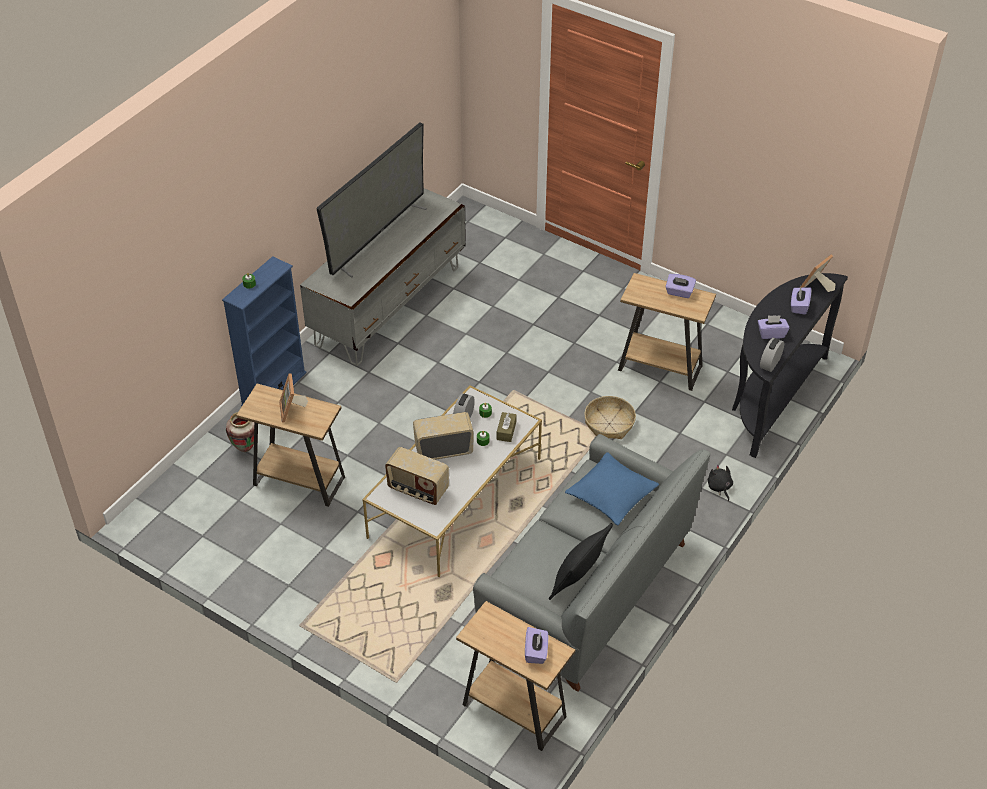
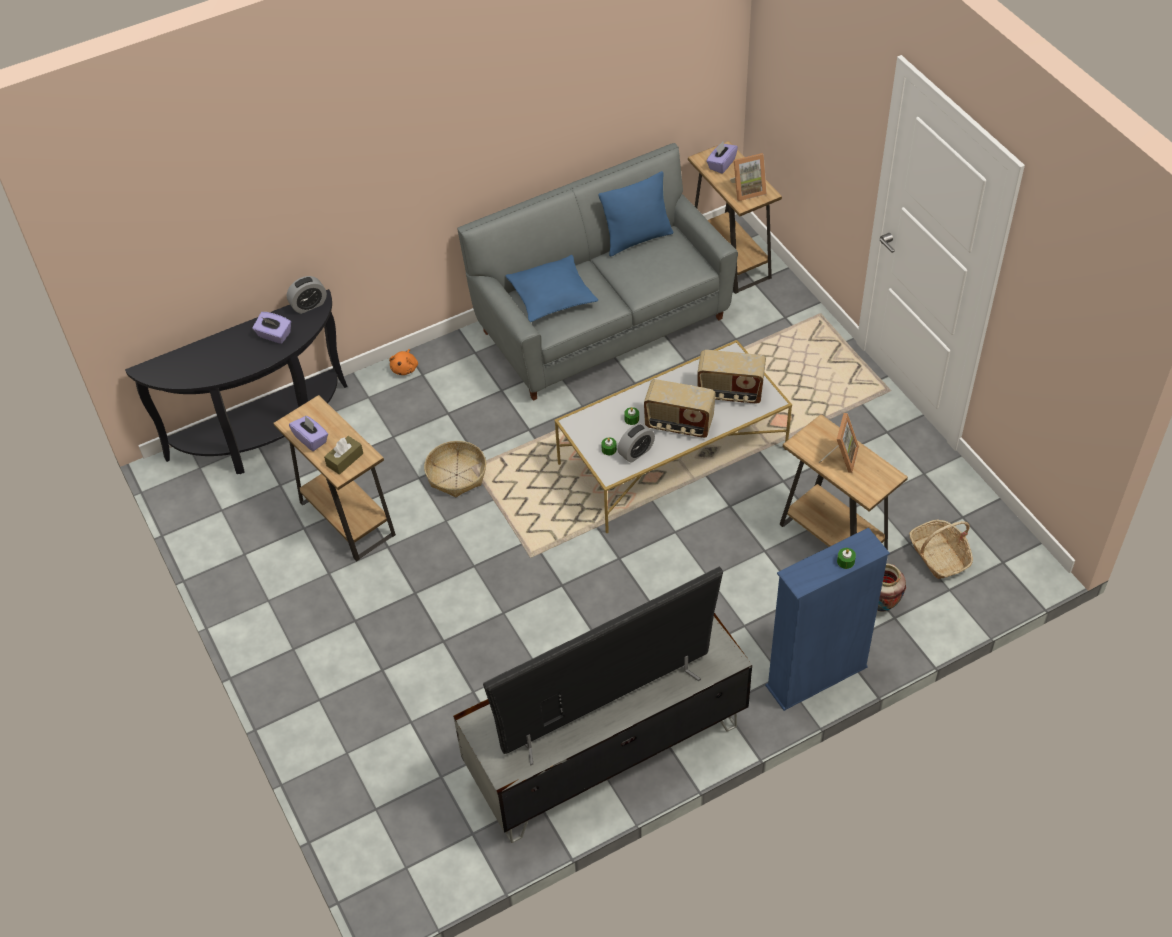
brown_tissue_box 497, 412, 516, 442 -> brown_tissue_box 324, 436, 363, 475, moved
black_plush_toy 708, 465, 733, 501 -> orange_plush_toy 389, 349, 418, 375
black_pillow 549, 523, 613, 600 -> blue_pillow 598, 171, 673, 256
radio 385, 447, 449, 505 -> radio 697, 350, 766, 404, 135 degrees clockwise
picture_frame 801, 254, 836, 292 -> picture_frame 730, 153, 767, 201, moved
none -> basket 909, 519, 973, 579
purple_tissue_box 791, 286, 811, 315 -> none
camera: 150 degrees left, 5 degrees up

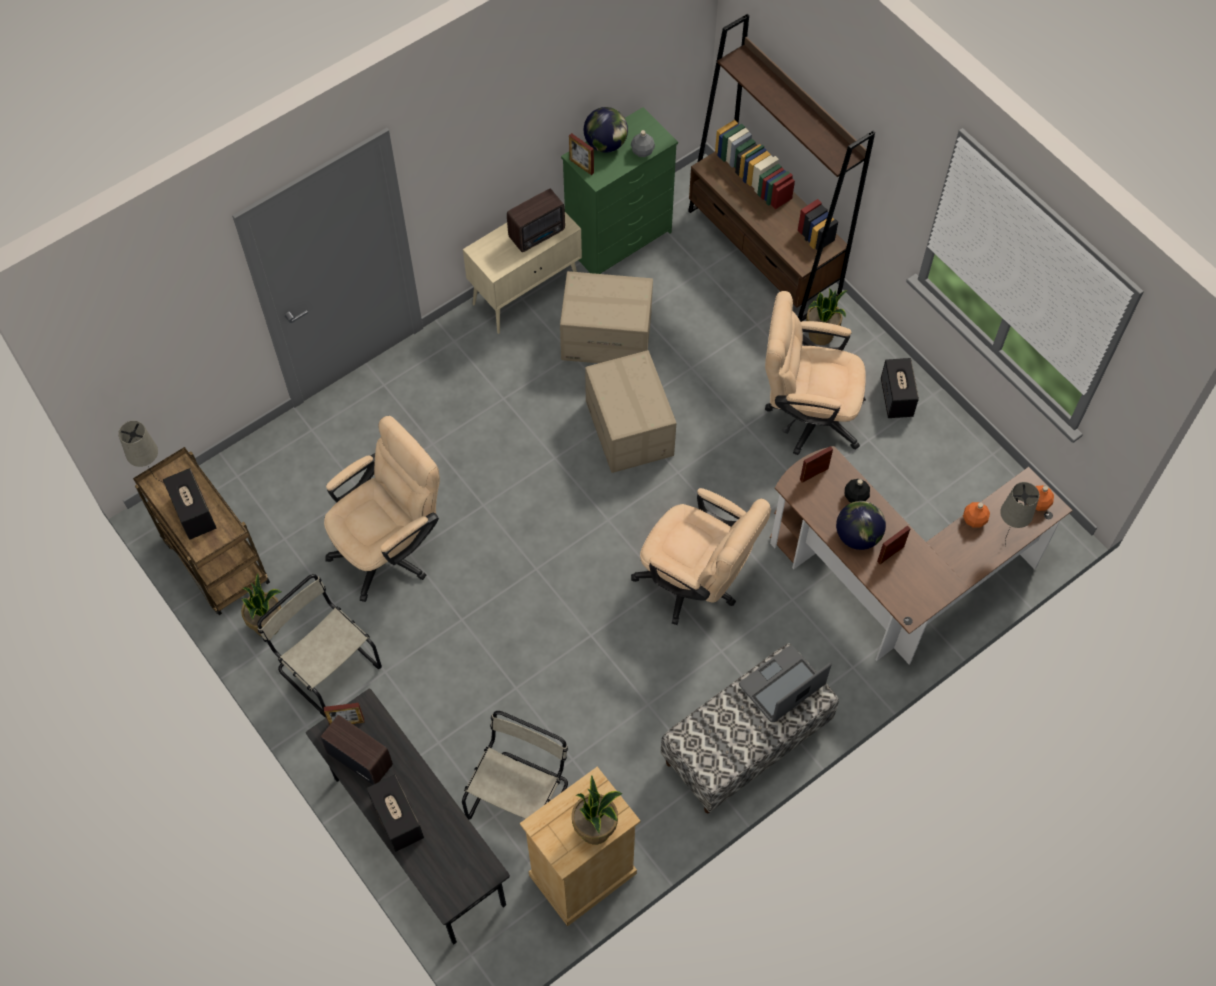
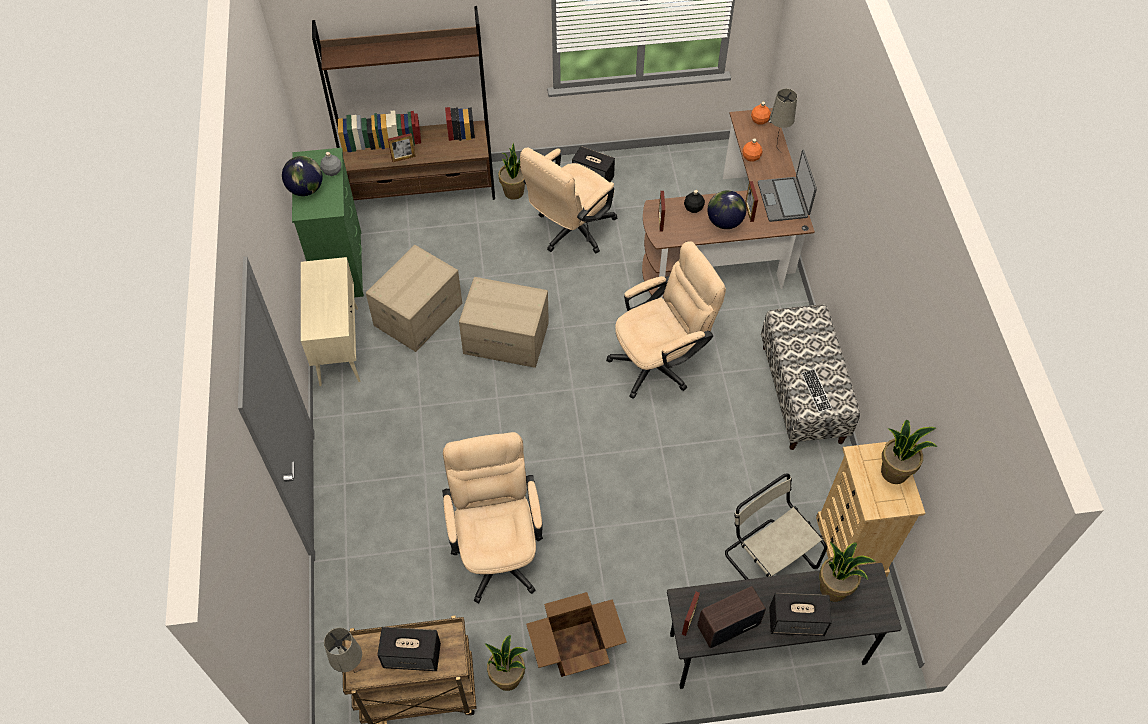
picture_frame 569, 133, 594, 175 -> picture_frame 388, 133, 416, 162, moved
beige_chair 257, 574, 382, 718 -> cardboard_box 526, 592, 627, 677
laptop 739, 645, 832, 722 -> laptop 758, 149, 817, 222, moved
none -> keyboard 801, 369, 832, 413
none -> potted_plant 819, 542, 876, 602
radio 507, 189, 565, 252 -> none
camera: 60 degrees left, 5 degrees down

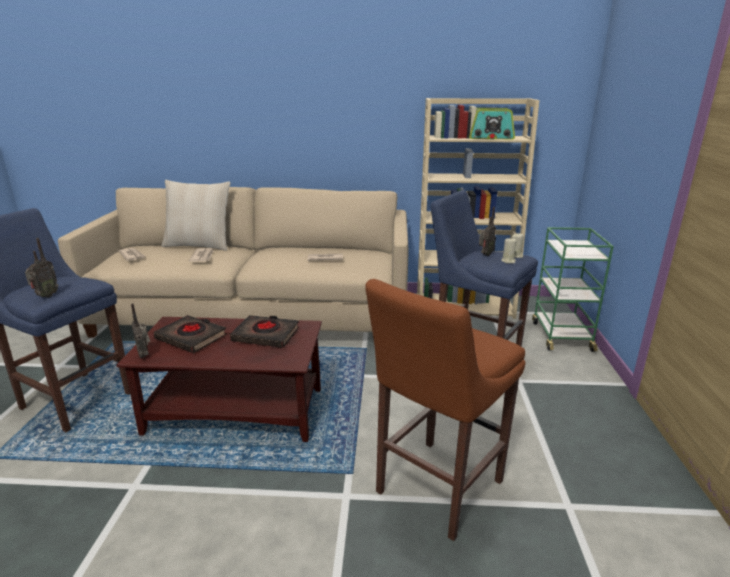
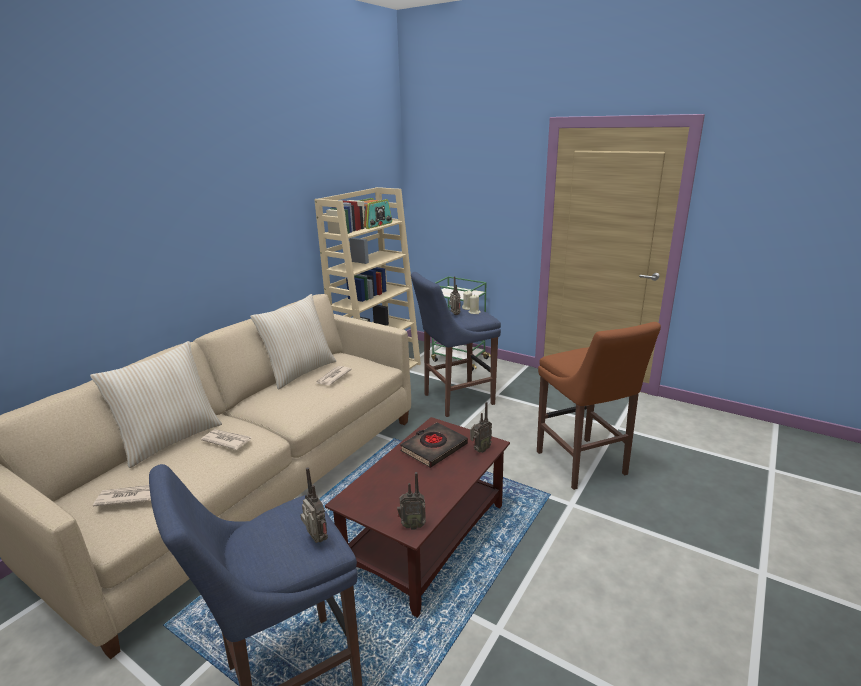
none -> beige_pillow 250, 294, 336, 390
none -> radio 470, 402, 492, 453
black_book 154, 315, 227, 353 -> none
camera: 60 degrees left, 0 degrees up

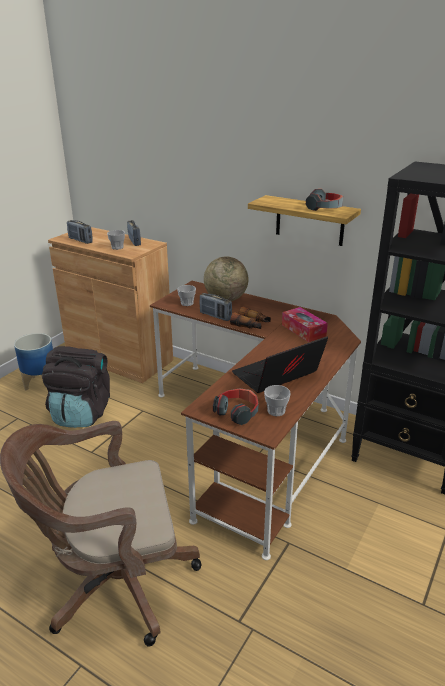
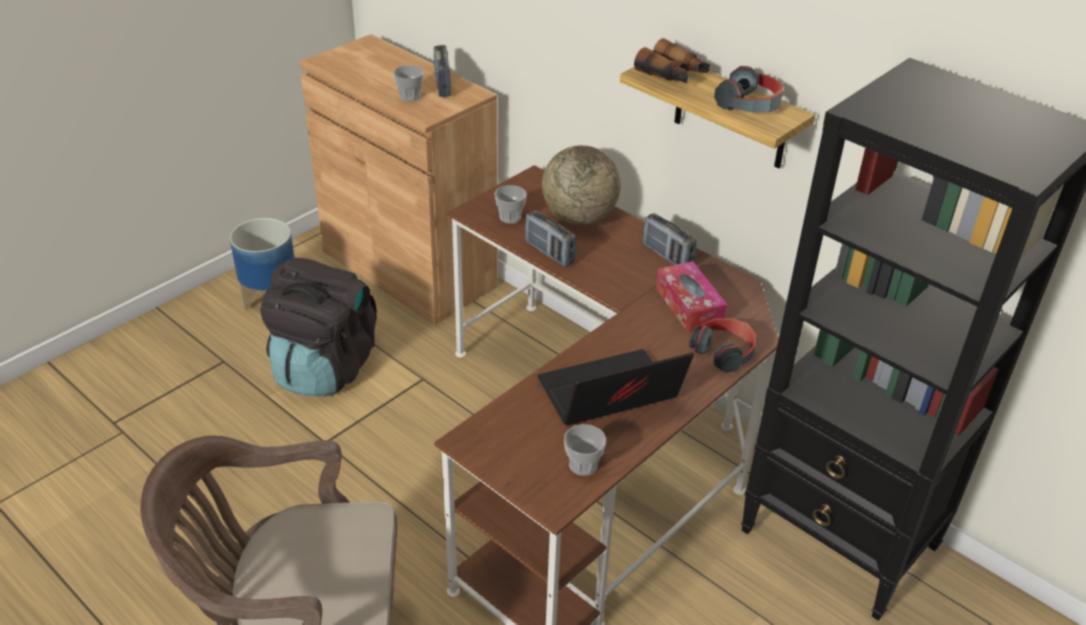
binoculars 230, 306, 271, 329 -> binoculars 634, 38, 710, 83, moved
radio 67, 220, 93, 244 -> radio 643, 213, 697, 265, moved
headphones 213, 388, 258, 425 -> headphones 689, 318, 756, 373, moved
camera: 10 degrees right, 10 degrees up

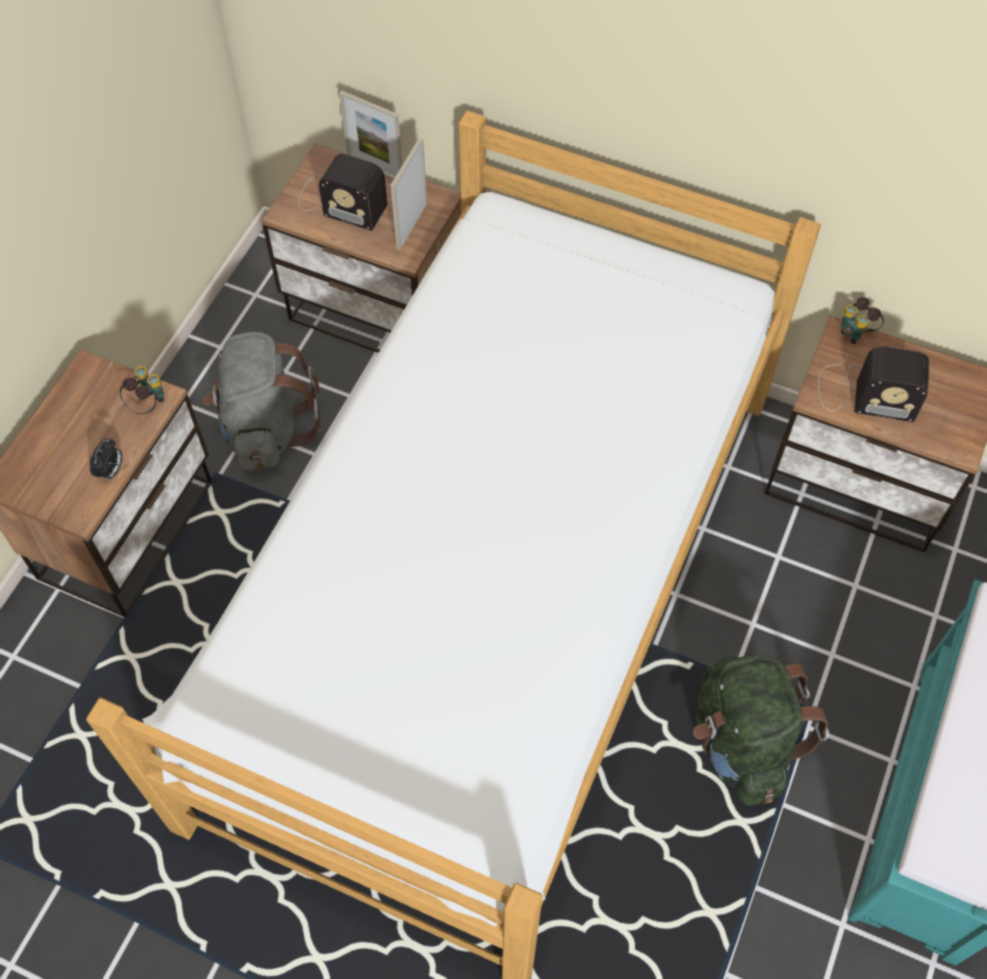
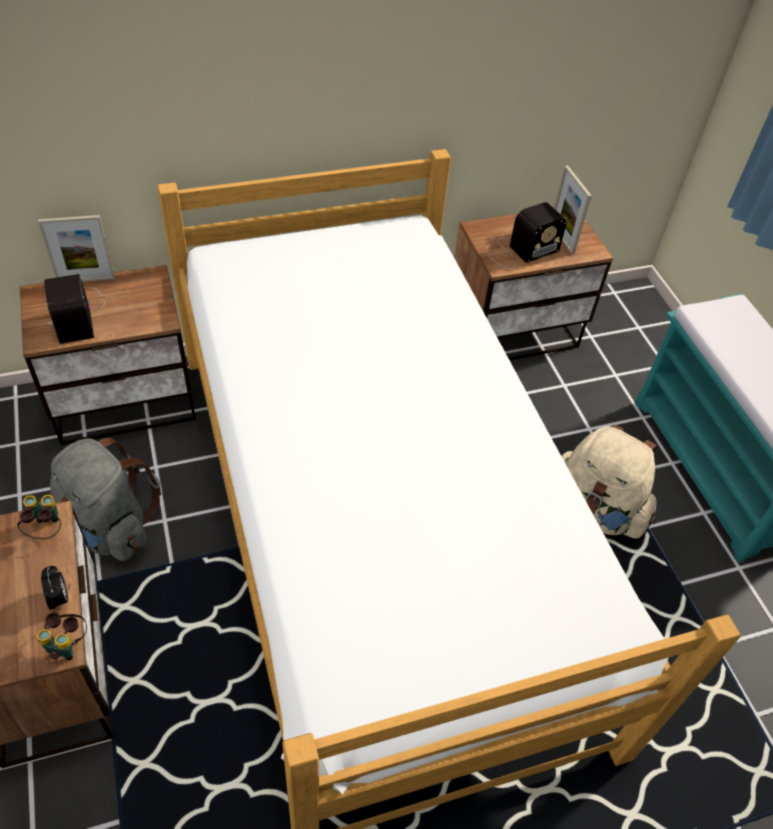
binoculars 841, 297, 884, 344 -> binoculars 36, 612, 87, 660, moved
radio 299, 154, 387, 231 -> radio 44, 274, 114, 344, 90 degrees clockwise
picture_frame 390, 138, 427, 250 -> picture_frame 554, 165, 592, 255, moved
green_backpack 693, 655, 829, 806 -> beige_backpack 562, 424, 657, 539
camera: 45 degrees left, 10 degrees down

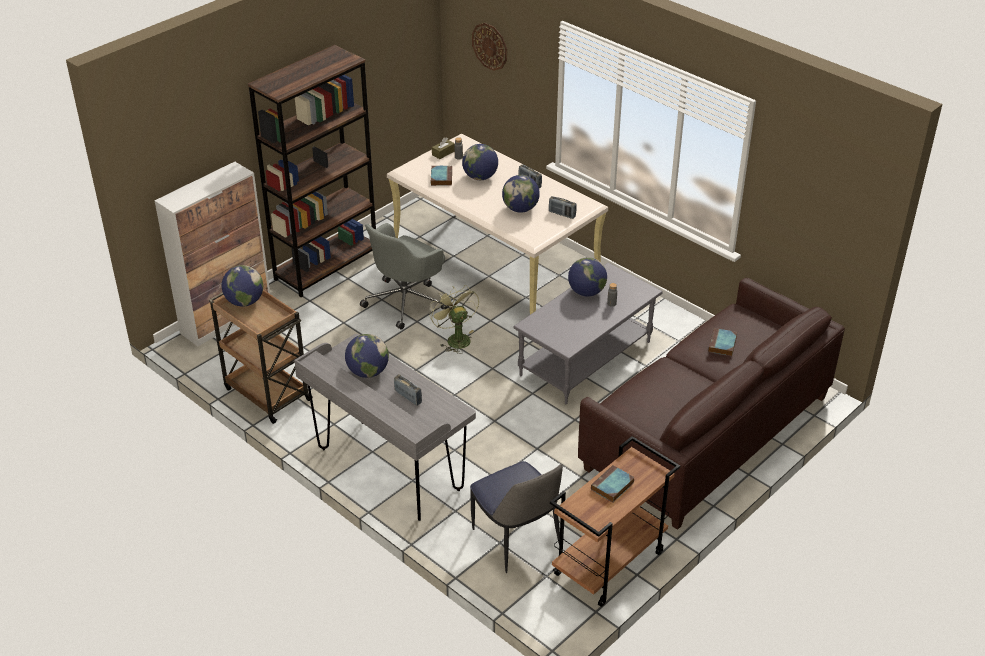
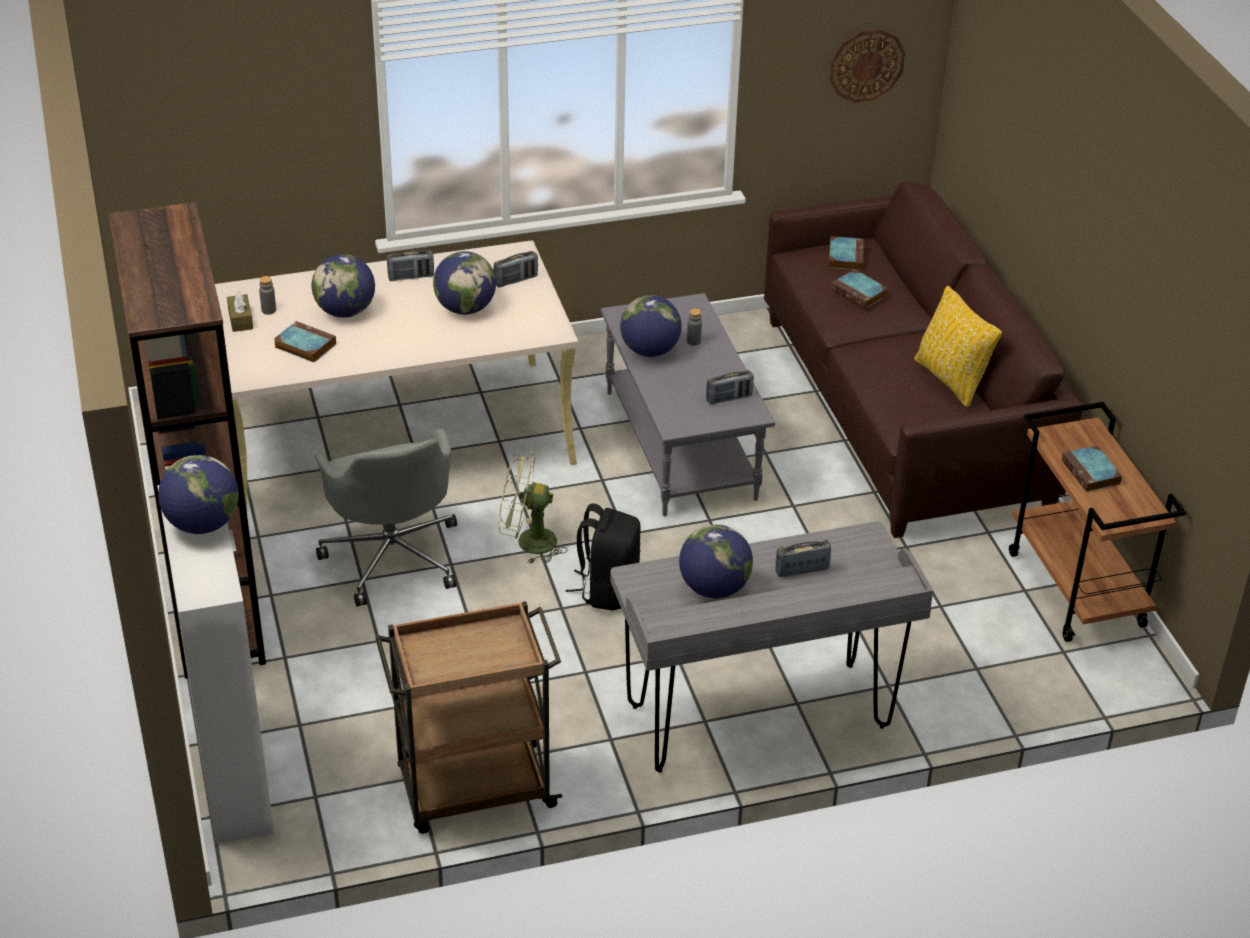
globe 222, 265, 263, 307 -> globe 158, 455, 239, 534, moved
none -> black_backpack 566, 503, 641, 610
none -> radio 706, 370, 754, 405
none -> book 828, 236, 864, 270
wall_clock 472, 23, 507, 71 -> wall_clock 829, 29, 905, 103, moved
none -> yellow_pillow 914, 286, 1002, 407
chair 470, 461, 563, 573 -> none
camera: 60 degrees left, 0 degrees up

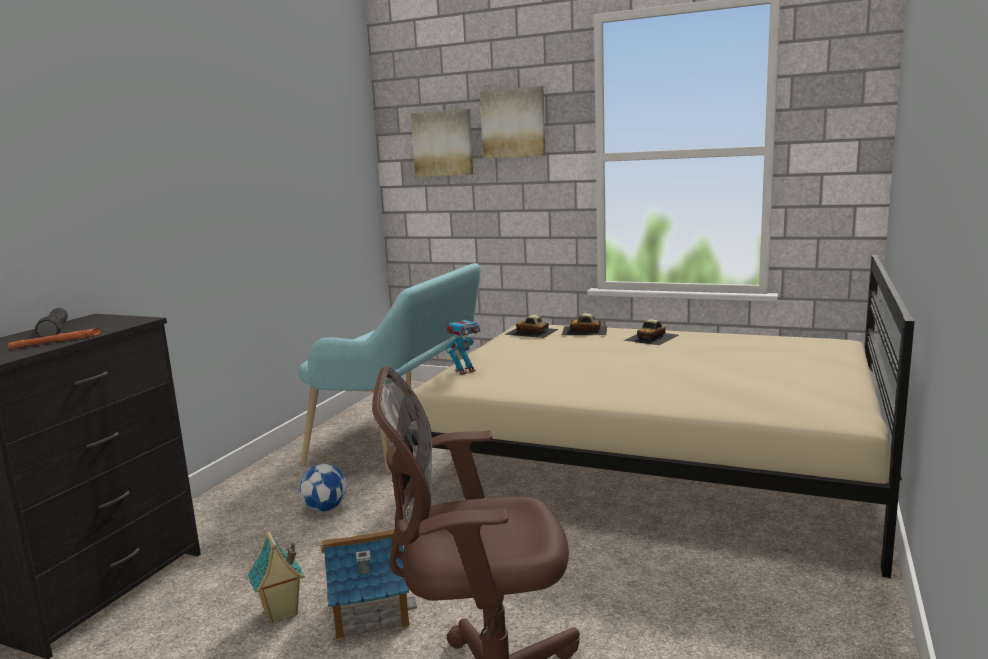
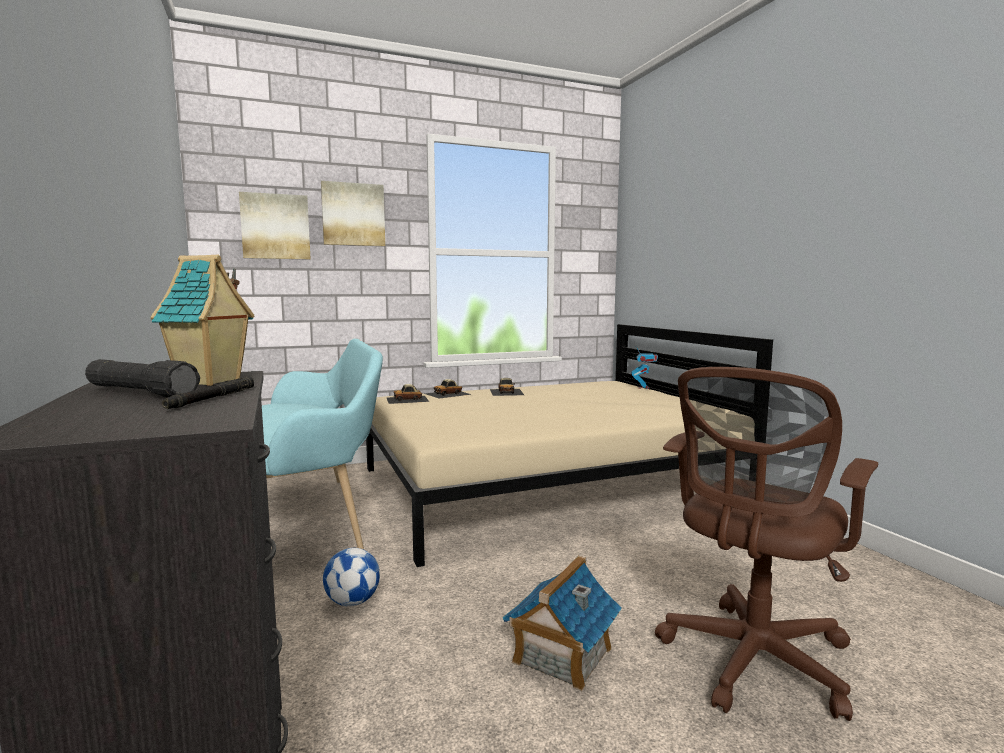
toy_house 248, 531, 305, 624 -> toy_house 150, 255, 254, 386, moved
orange_flashlight 8, 328, 101, 349 -> black_flashlight 162, 376, 254, 409
toy_robot 444, 309, 481, 375 -> toy_robot 631, 347, 658, 389, moved
camera: 45 degrees left, 5 degrees down

